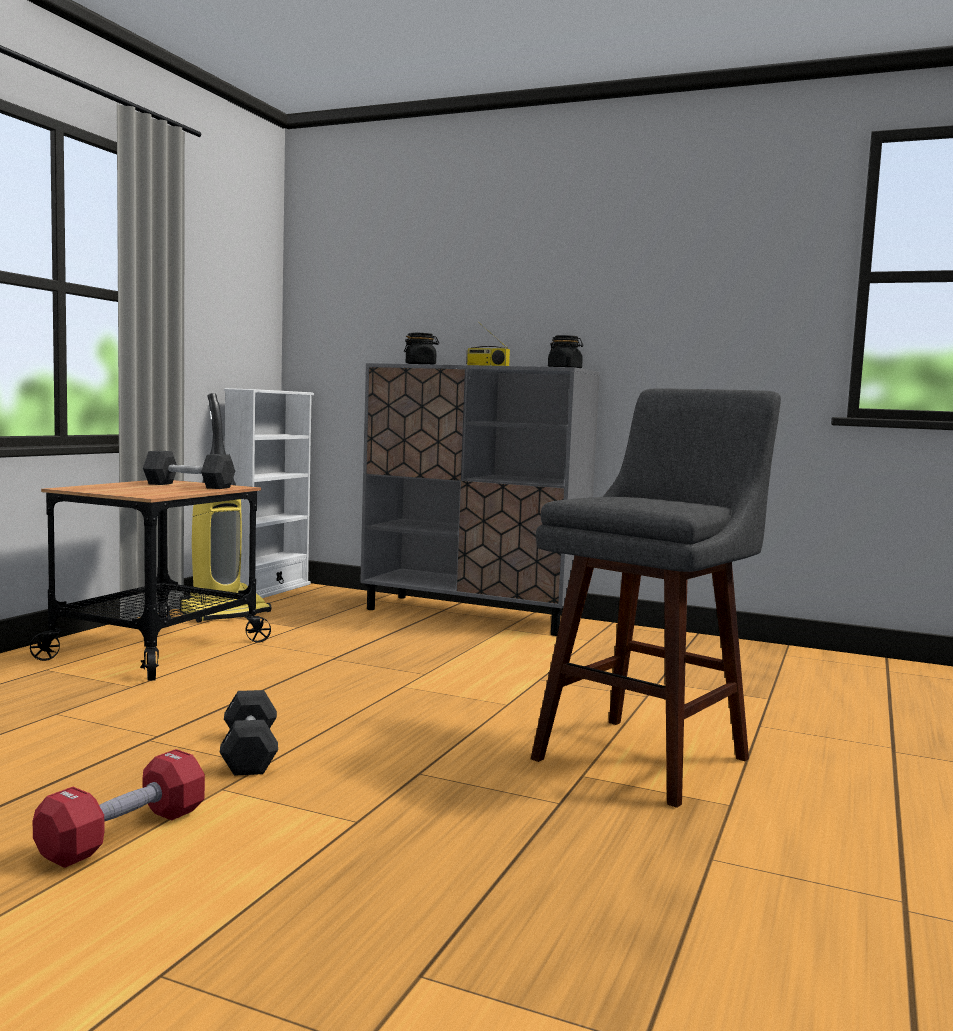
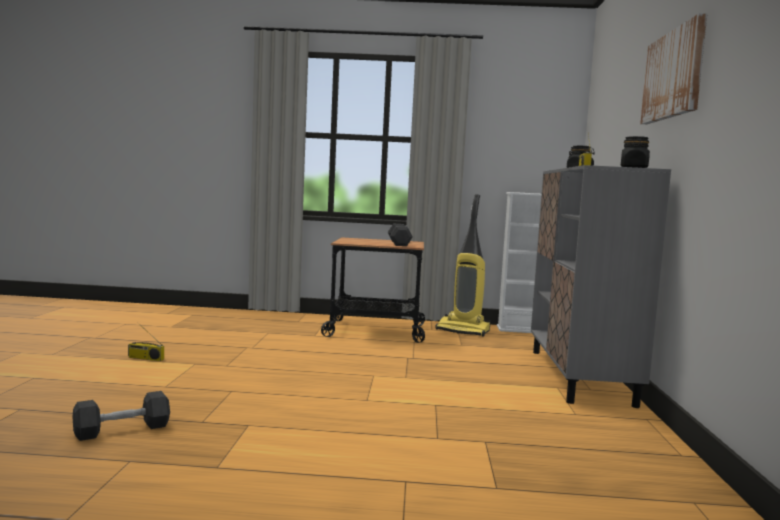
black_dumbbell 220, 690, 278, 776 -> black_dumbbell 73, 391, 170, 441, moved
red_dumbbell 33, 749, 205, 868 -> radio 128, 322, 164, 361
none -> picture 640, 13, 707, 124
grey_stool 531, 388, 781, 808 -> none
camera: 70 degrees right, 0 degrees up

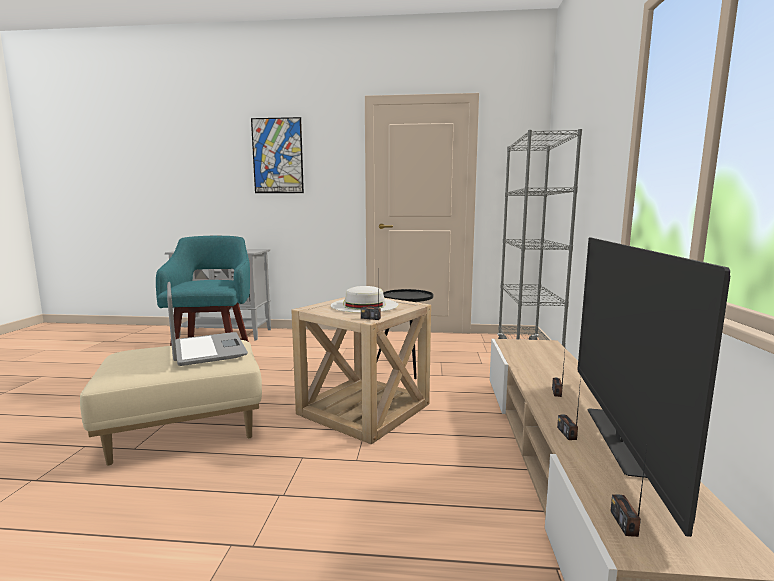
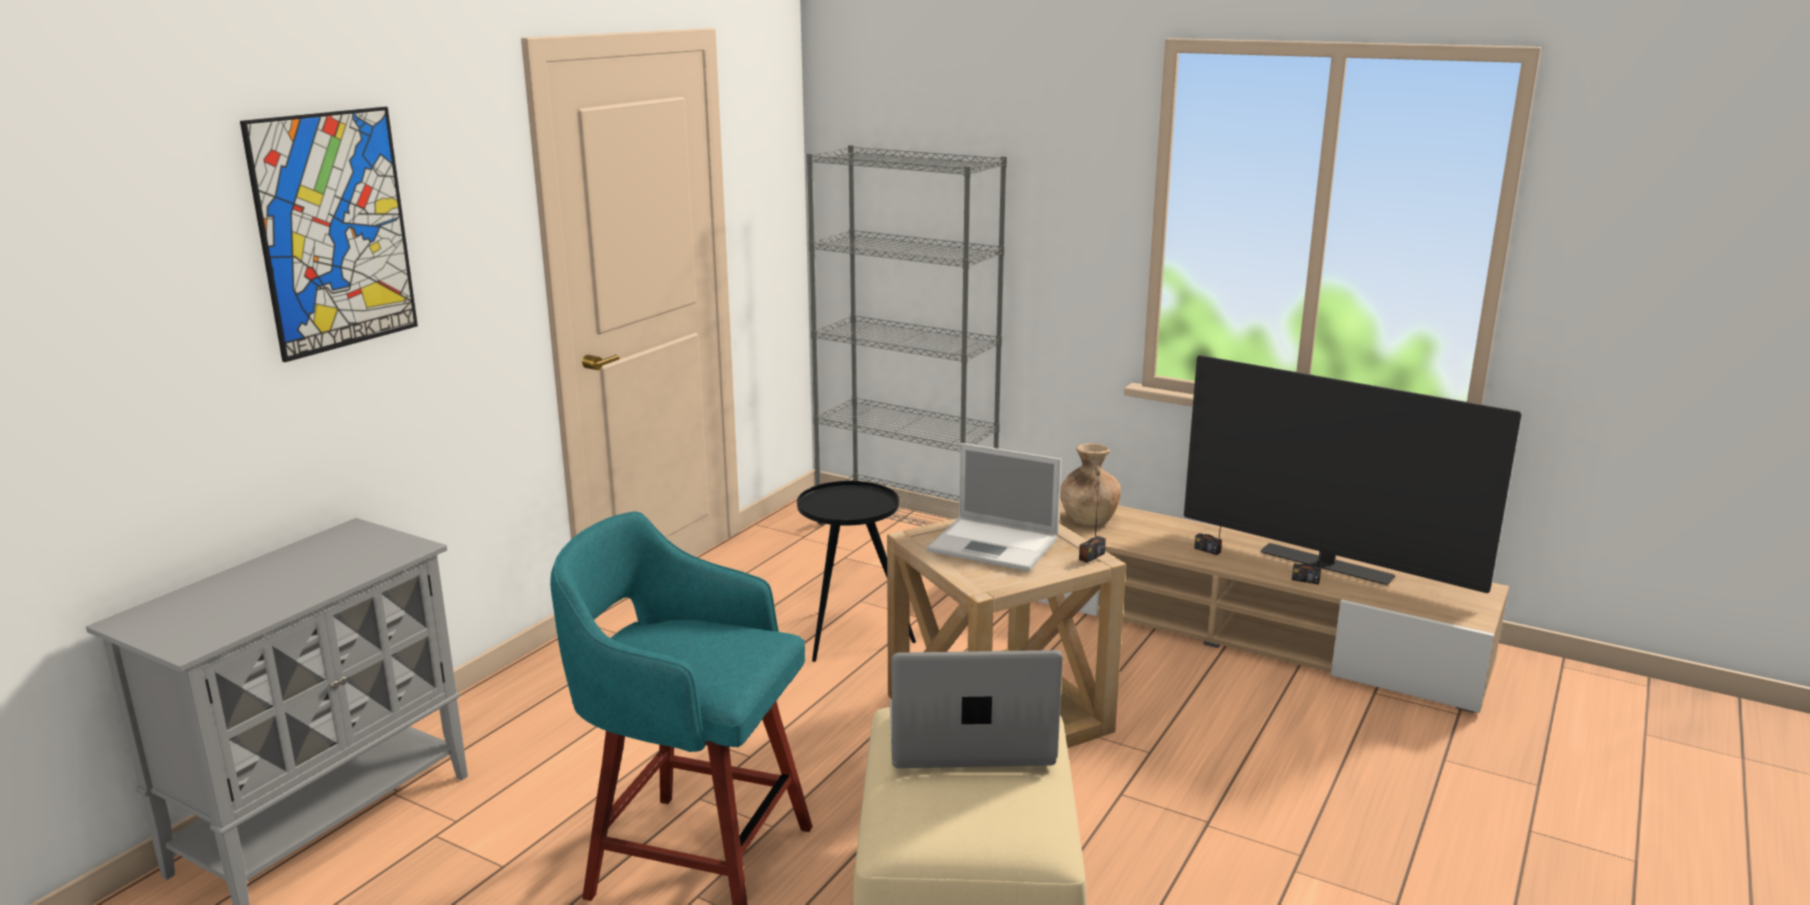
white_hat 331, 286, 399, 313 -> laptop 927, 443, 1062, 571
none -> brown_vase 1060, 443, 1121, 525
radio 610, 447, 647, 537 -> none
camera: 65 degrees left, 10 degrees up

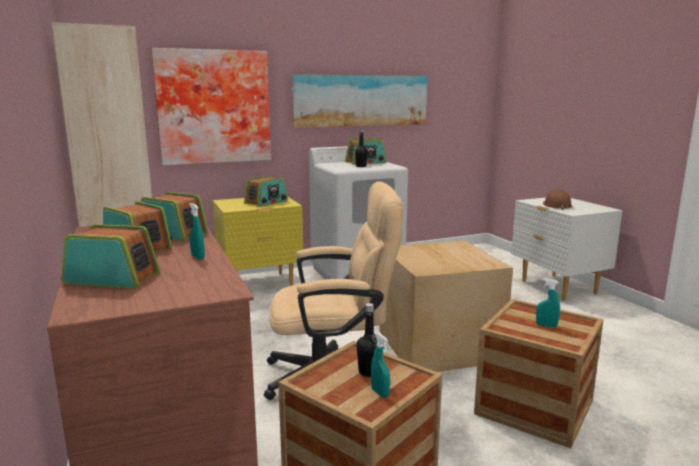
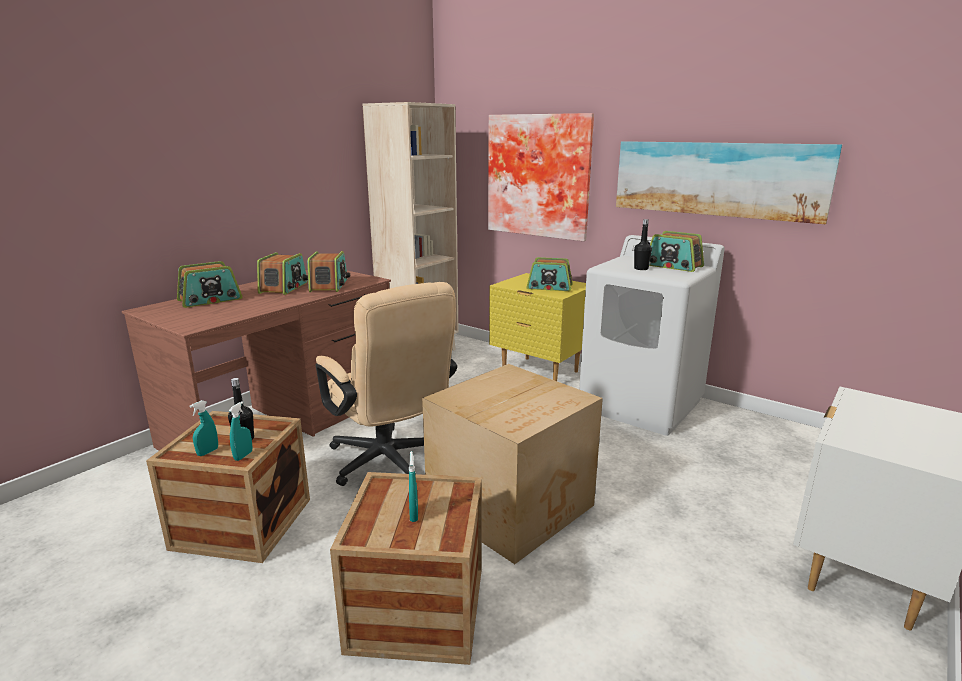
radio 61, 224, 160, 288 -> radio 177, 261, 242, 308, 75 degrees clockwise
turquoise_spray_bottle 189, 203, 205, 260 -> turquoise_spray_bottle 229, 401, 252, 461, moved
brown_hard_hat 543, 189, 572, 210 -> none
camera: 60 degrees right, 5 degrees up

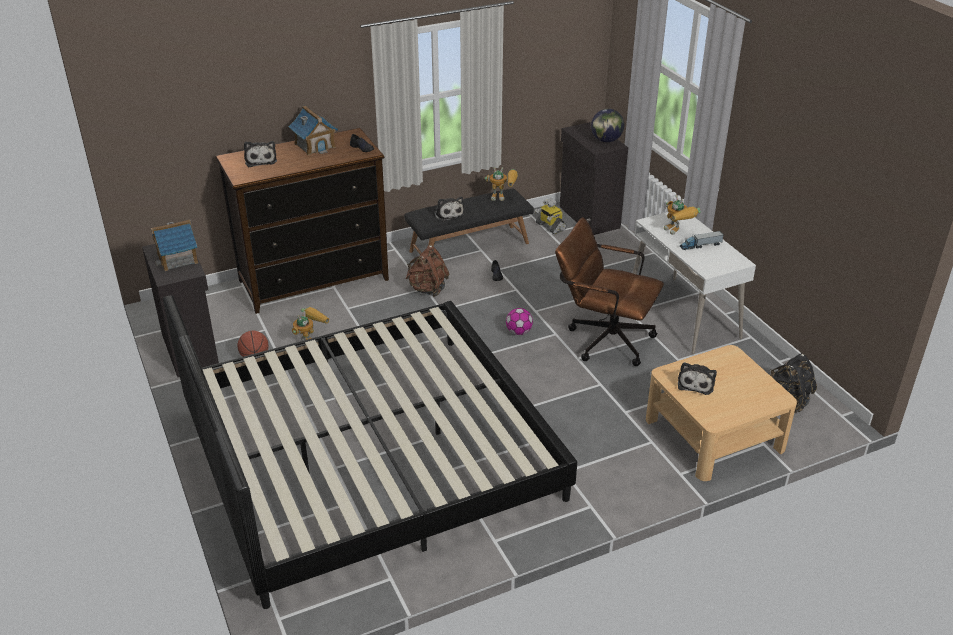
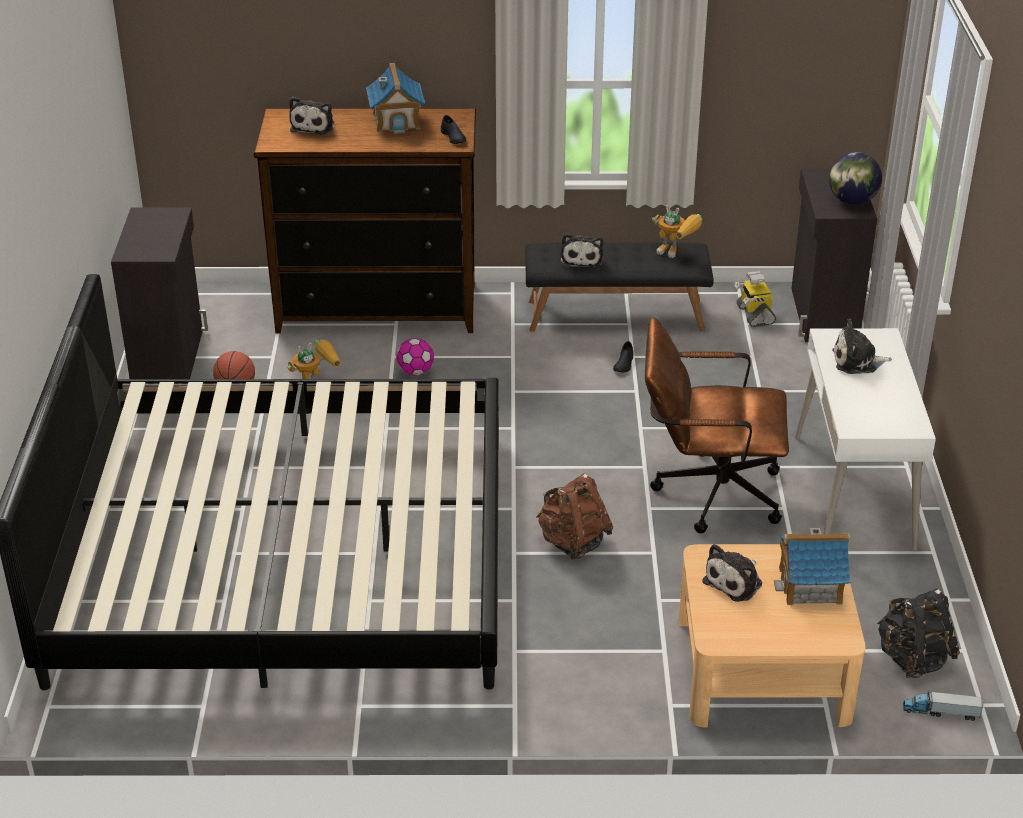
football 506, 308, 533, 335 -> football 396, 338, 434, 376, moved
brown_backpack 405, 245, 449, 297 -> brown_backpack 536, 474, 613, 560, moved
brown_office_chair 555, 217, 664, 366 -> brown_office_chair 645, 317, 789, 533, 45 degrees counterclockwise
toy_house 151, 219, 198, 271 -> toy_house 774, 528, 850, 605, moved
toy_robot 664, 195, 701, 235 -> plush_toy 832, 319, 892, 374
toy_truck 680, 231, 723, 250 -> toy_truck 903, 690, 983, 721, moved
camera: 25 degrees right, 0 degrees up

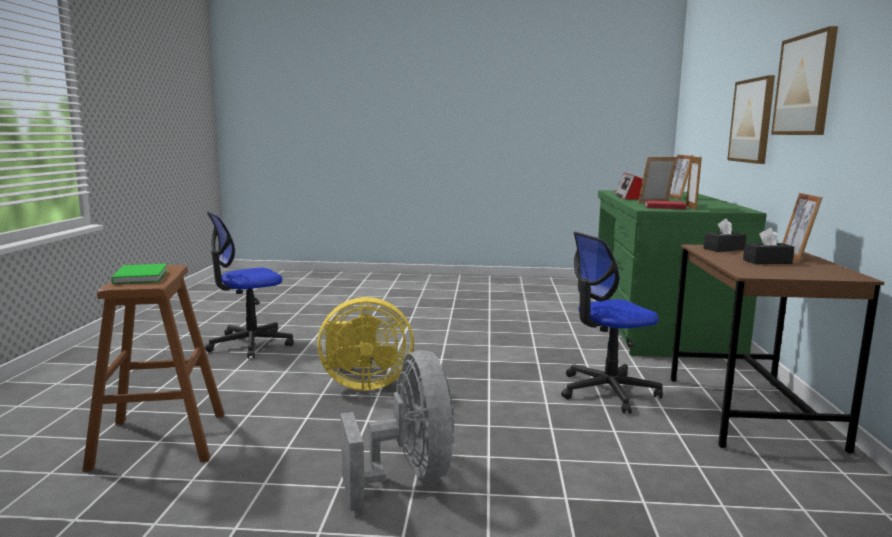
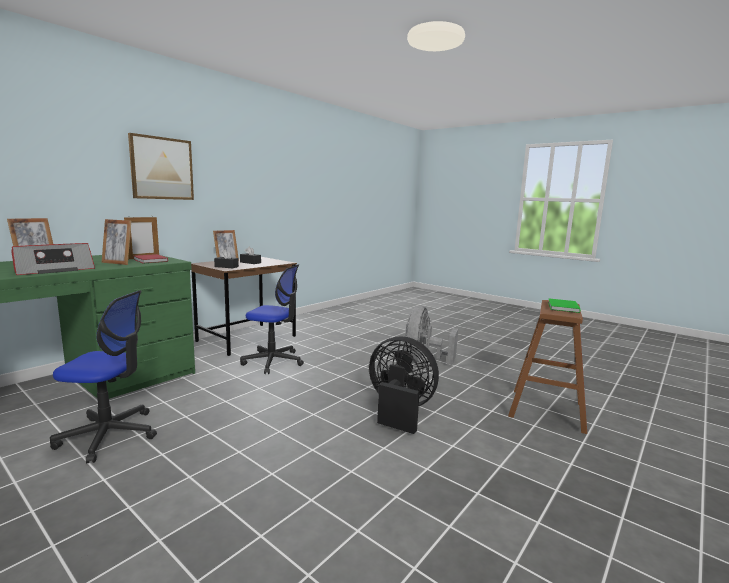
office_chair 205, 211, 294, 359 -> office_chair 50, 290, 157, 463, moved
yellow_fan 317, 297, 414, 391 -> black_fan 369, 336, 439, 434
picture 727, 75, 775, 164 -> none
camera: 145 degrees left, 0 degrees up

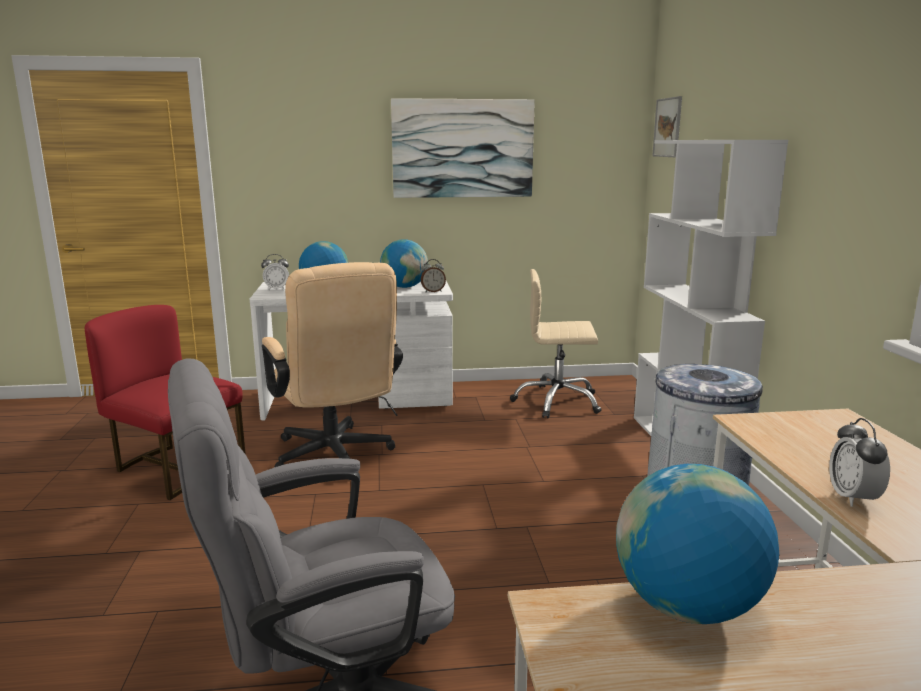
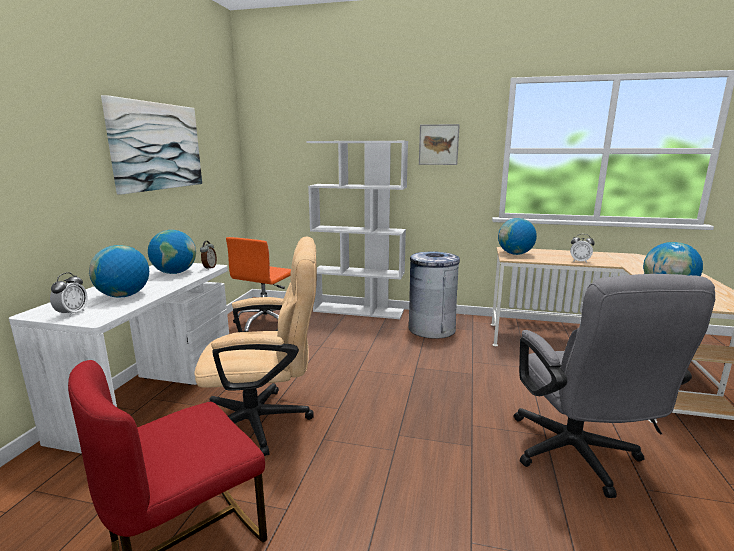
beige_office_chair 510, 269, 602, 418 -> orange_office_chair 226, 237, 291, 332
picture 652, 96, 682, 157 -> picture 419, 124, 460, 165, moved
none -> globe 498, 218, 537, 255
camera: 70 degrees left, 0 degrees up

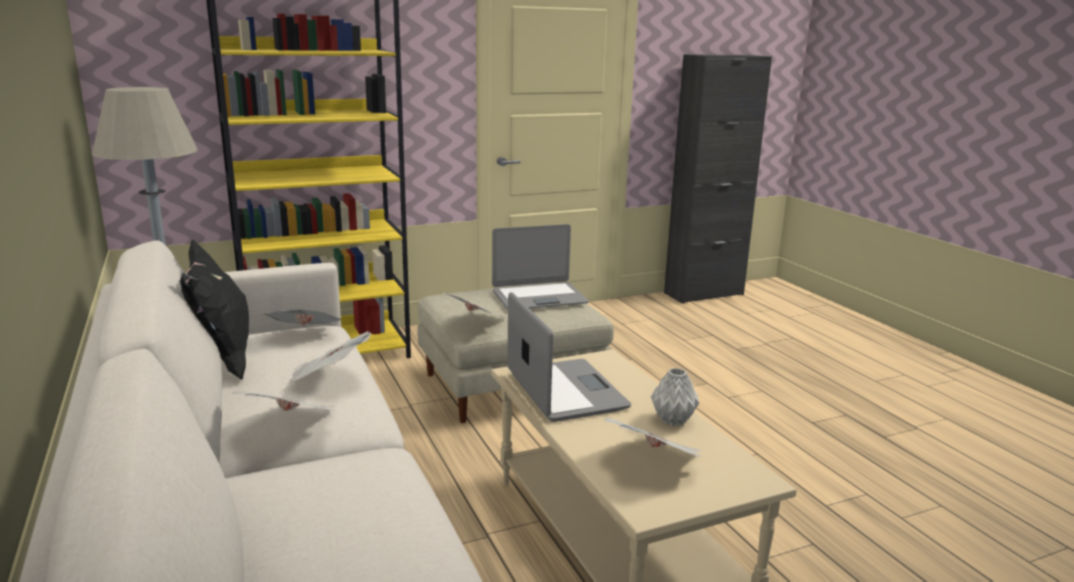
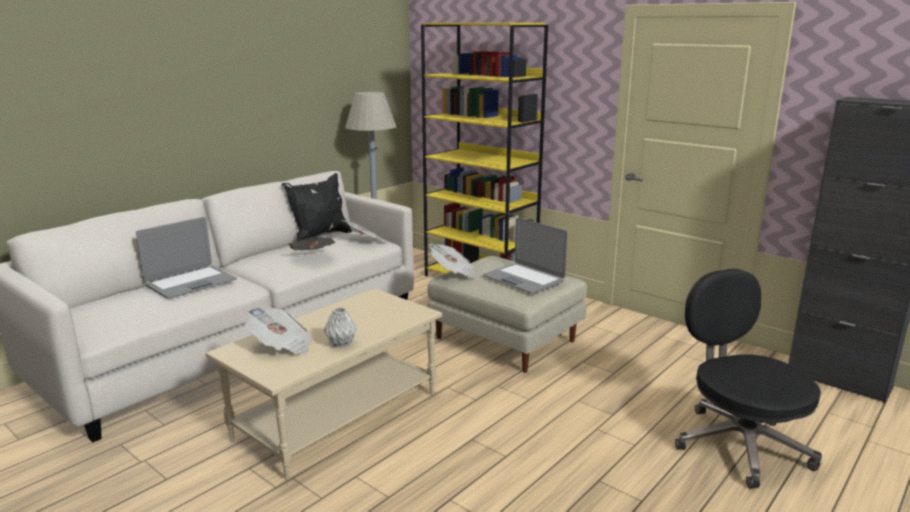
laptop 507, 292, 631, 422 -> laptop 136, 217, 237, 299, moved
none -> black_office_chair 675, 269, 822, 489
newspaper 232, 391, 336, 411 -> none
camera: 65 degrees right, 0 degrees up

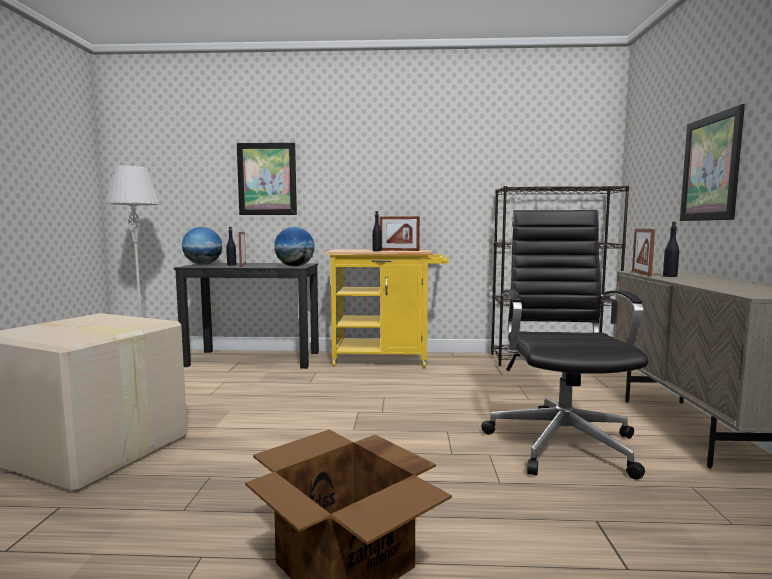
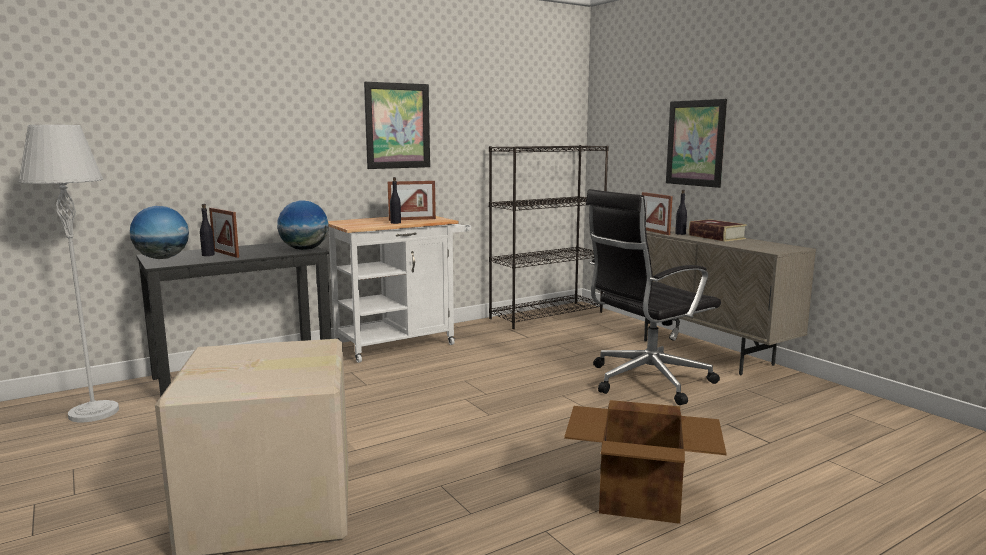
yellow_cart 325, 249, 449, 368 -> white_cart 328, 216, 471, 363
picture 237, 143, 297, 215 -> picture 364, 82, 430, 169, moved
black_office_chair 481, 210, 648, 480 -> black_office_chair 586, 189, 721, 405, 90 degrees counterclockwise
none -> book 689, 219, 747, 242
camera: 35 degrees left, 5 degrees up

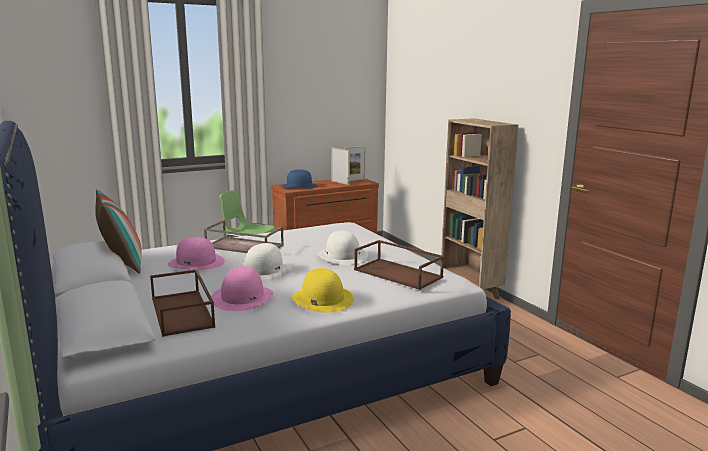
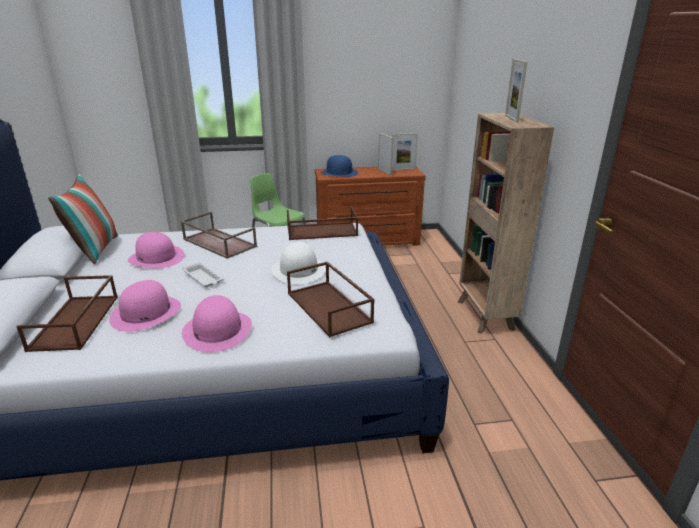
white_hat 238, 243, 292, 280 -> white_tray 182, 262, 223, 287
yellow_hat 292, 268, 354, 313 -> pink_hat 182, 295, 252, 352
none -> brown_tray 287, 206, 358, 240
none -> picture_frame 505, 59, 528, 122
camera: 20 degrees right, 10 degrees up

